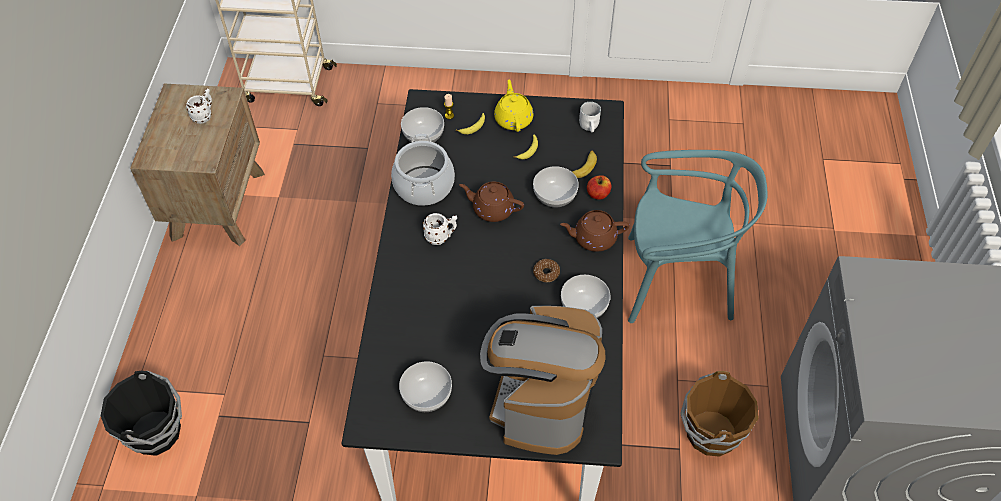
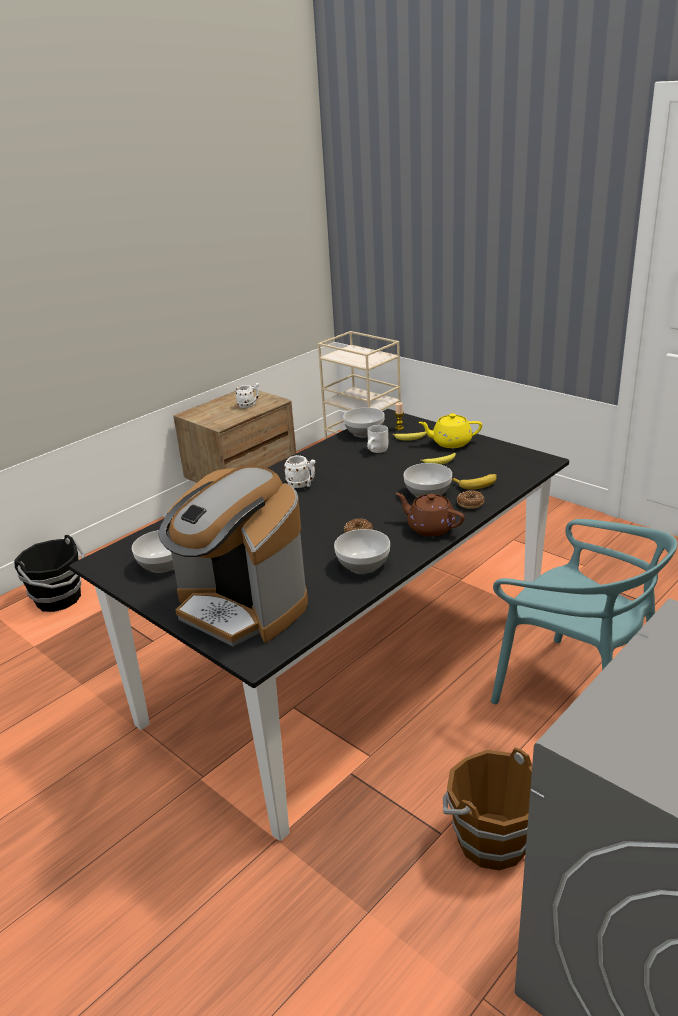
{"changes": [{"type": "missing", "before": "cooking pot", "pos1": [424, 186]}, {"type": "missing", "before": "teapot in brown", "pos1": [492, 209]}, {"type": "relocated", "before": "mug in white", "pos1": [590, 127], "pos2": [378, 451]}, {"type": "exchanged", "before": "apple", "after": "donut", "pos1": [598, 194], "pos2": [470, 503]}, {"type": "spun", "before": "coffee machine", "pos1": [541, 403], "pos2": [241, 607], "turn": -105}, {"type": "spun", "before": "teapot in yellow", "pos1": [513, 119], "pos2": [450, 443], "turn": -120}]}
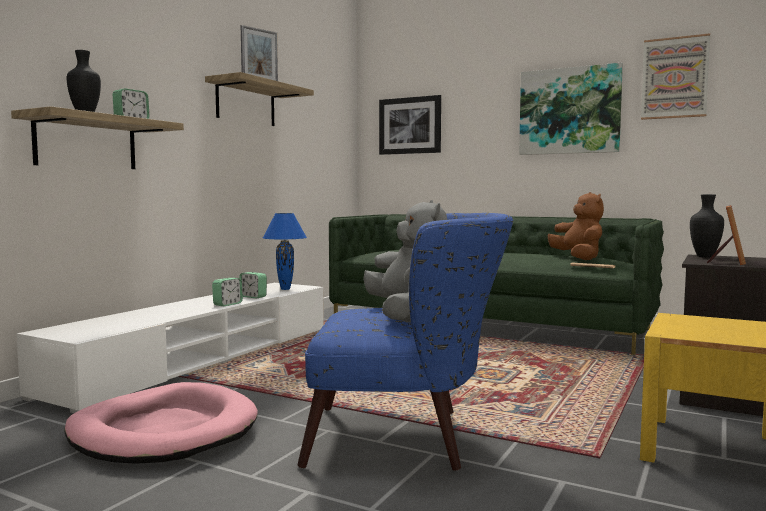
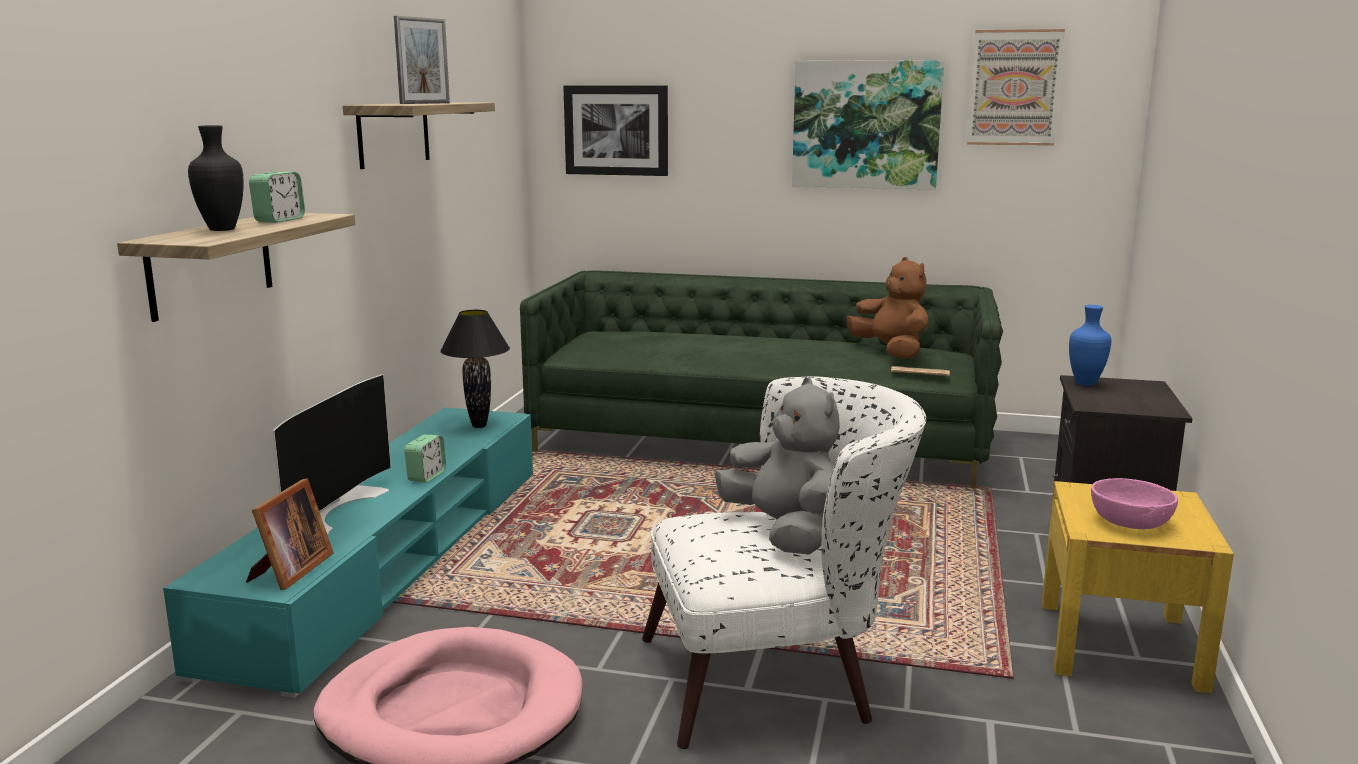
{"changes": [{"type": "missing", "before": "alarm clock", "pos1": [253, 297]}, {"type": "appeared", "after": "television", "pos2": [332, 509]}, {"type": "appeared", "after": "bowl in pink", "pos2": [1130, 521]}, {"type": "relocated", "before": "picture frame", "pos1": [728, 262], "pos2": [289, 571]}, {"type": "colour", "before": "tv stand in white", "after": "tv stand in turquoise", "pos1": [202, 358], "pos2": [392, 558]}, {"type": "colour", "before": "table lamp in blue", "after": "table lamp in black", "pos1": [285, 289], "pos2": [480, 426]}, {"type": "colour", "before": "armchair in blue", "after": "armchair in white", "pos1": [406, 438], "pos2": [778, 678]}, {"type": "colour", "before": "vase in black", "after": "vase in blue", "pos1": [703, 256], "pos2": [1084, 383]}]}
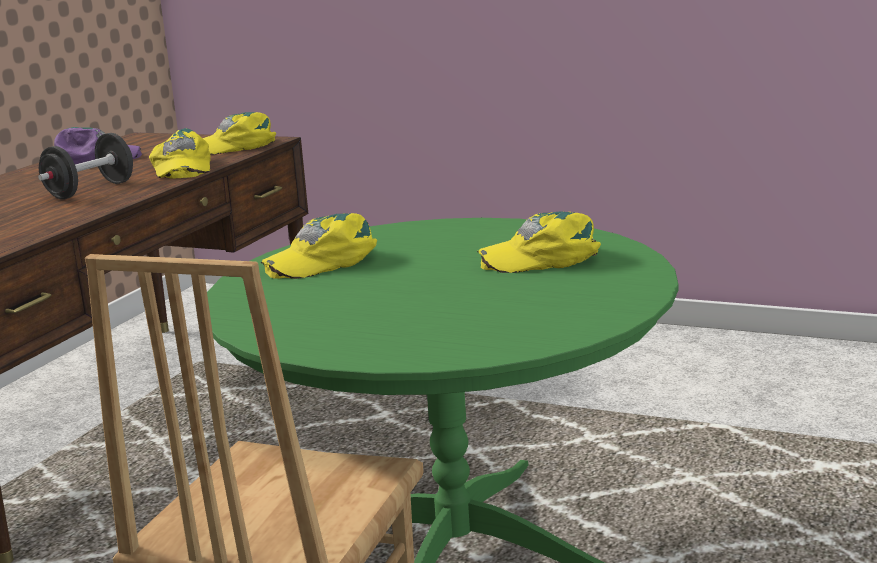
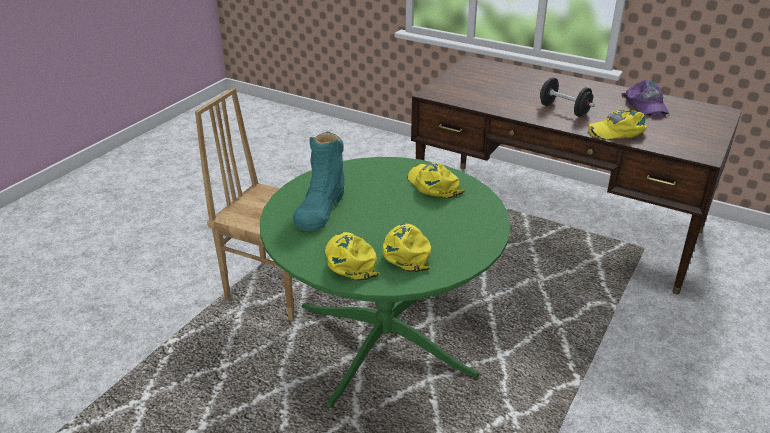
{"changes": [{"type": "appeared", "after": "boot in turquoise", "pos2": [321, 207]}, {"type": "relocated", "before": "cap in yellow", "pos1": [237, 146], "pos2": [350, 260]}]}
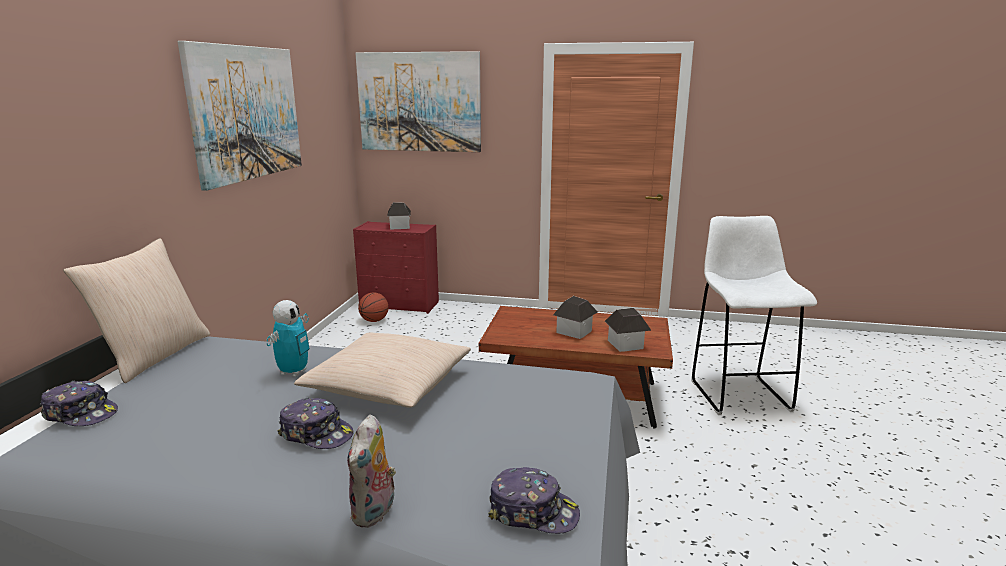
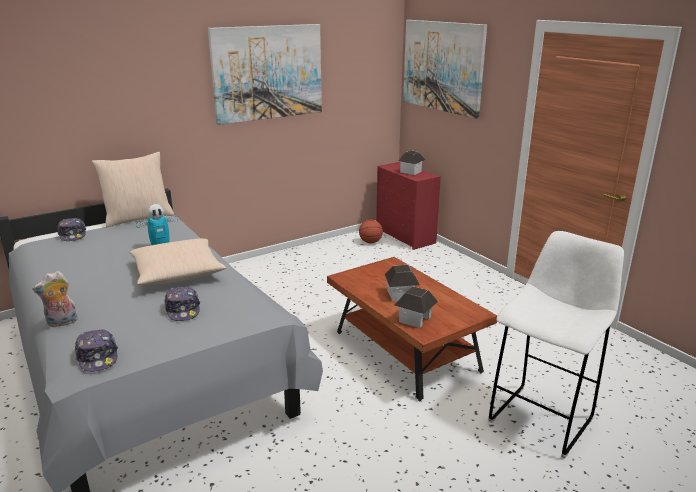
{"changes": [{"type": "relocated", "before": "cap", "pos1": [316, 434], "pos2": [183, 310]}]}
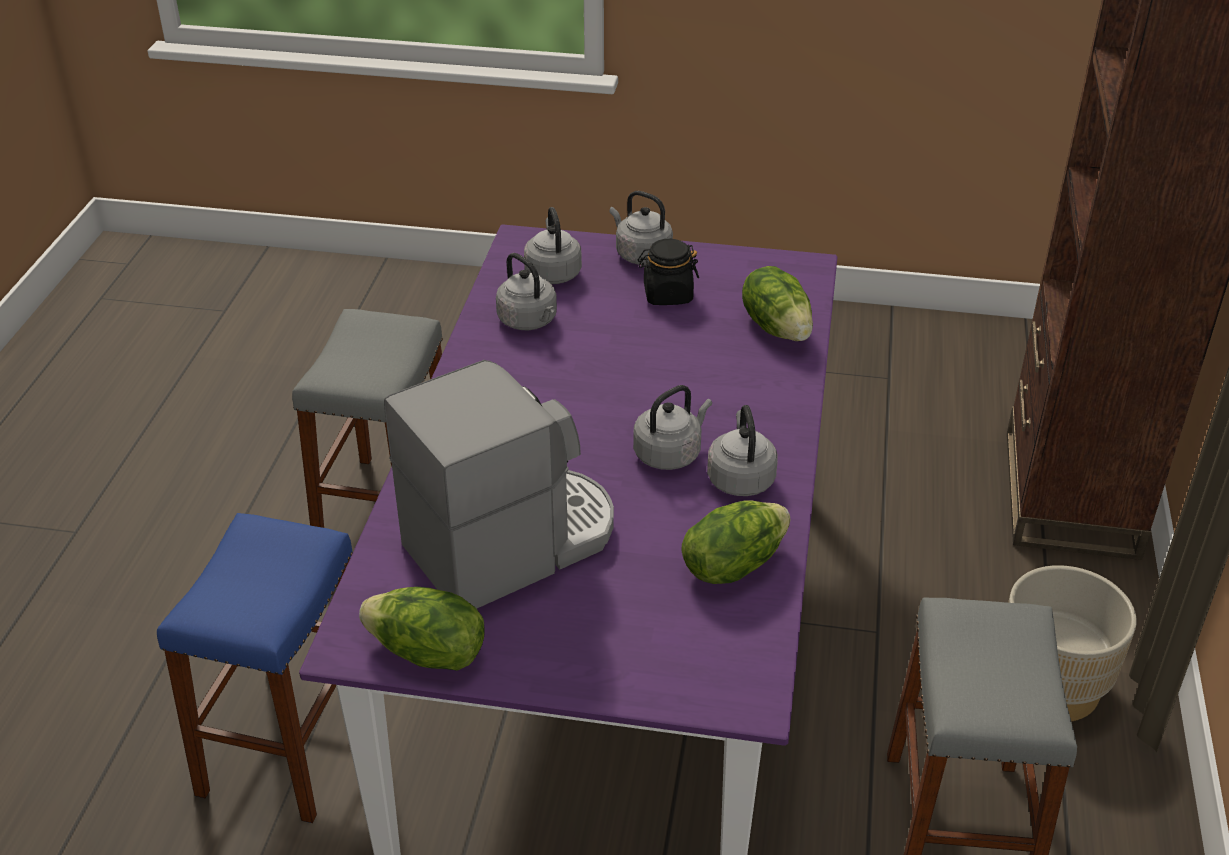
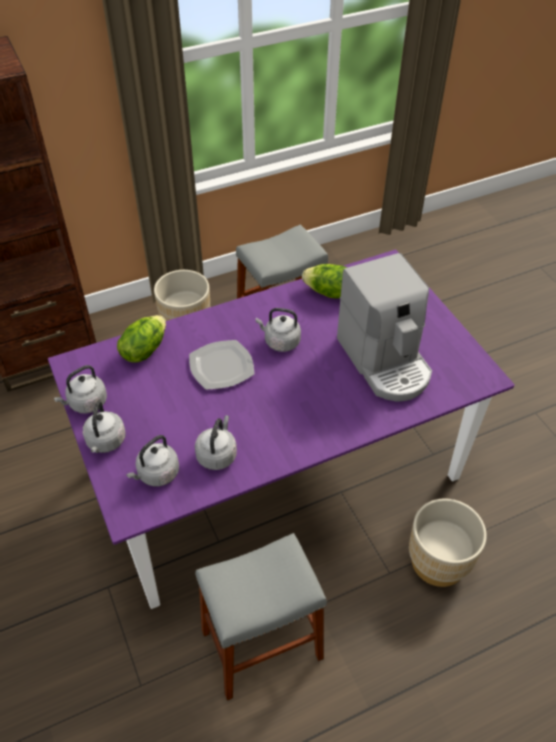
{"changes": [{"type": "missing", "before": "lettuce", "pos1": [427, 653]}, {"type": "missing", "before": "jar in black", "pos1": [667, 295]}, {"type": "appeared", "after": "plate", "pos2": [222, 366]}, {"type": "relocated", "before": "kettle in grey", "pos1": [740, 478], "pos2": [86, 403]}, {"type": "exchanged", "before": "stool in blue", "after": "planter in beige", "pos1": [290, 742], "pos2": [438, 561]}, {"type": "spun", "before": "coffee machine", "pos1": [513, 543], "pos2": [385, 361], "turn": -135}]}
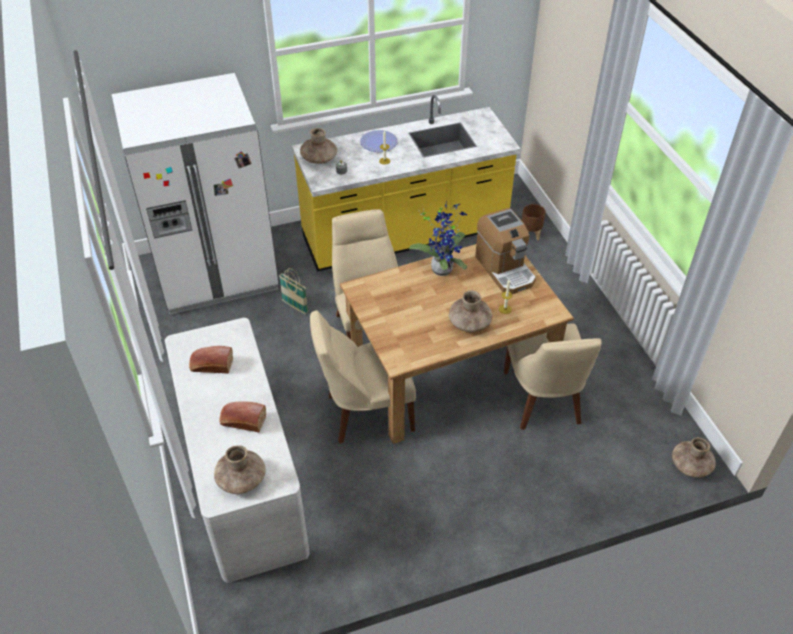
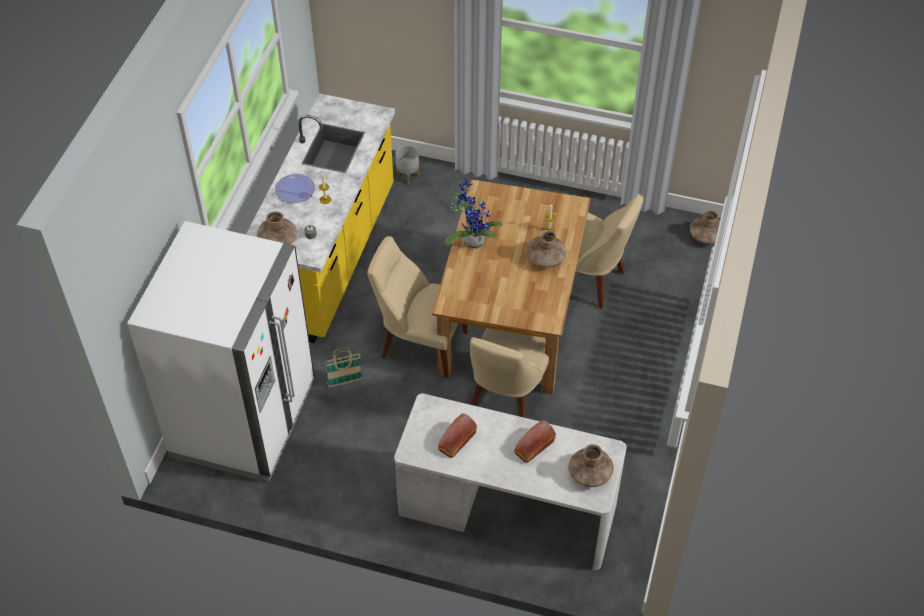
{"changes": [{"type": "missing", "before": "coffee machine", "pos1": [505, 269]}, {"type": "colour", "before": "planter in brown", "after": "planter in grey", "pos1": [531, 234], "pos2": [408, 175]}]}
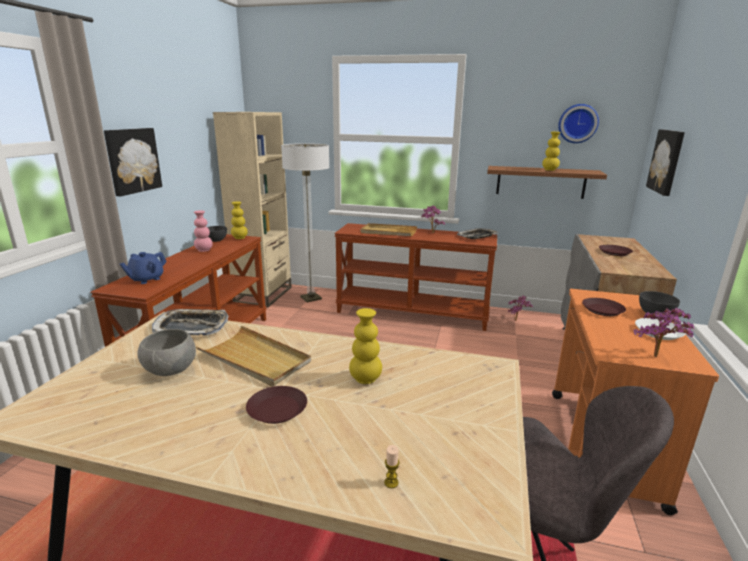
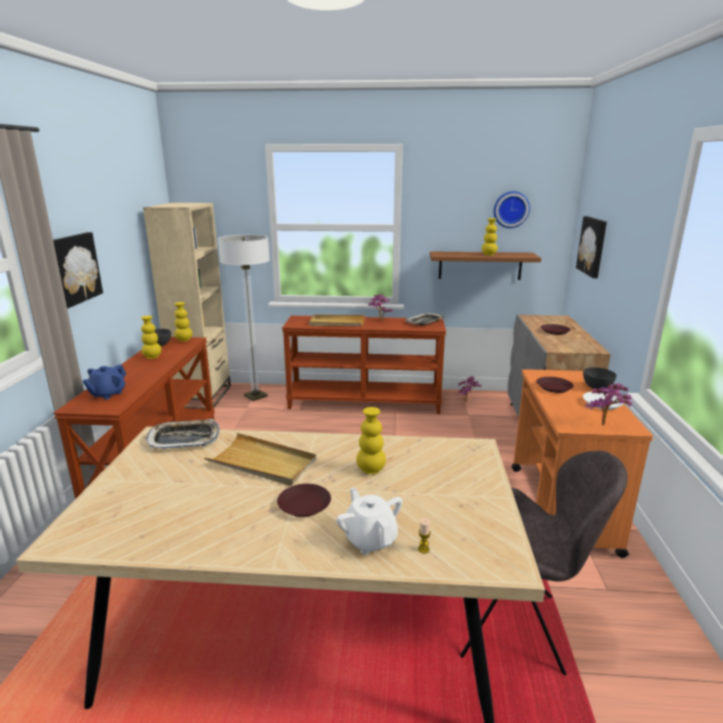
{"changes": [{"type": "missing", "before": "bowl in grey", "pos1": [171, 371]}, {"type": "appeared", "after": "teapot in white", "pos2": [370, 539]}, {"type": "colour", "before": "vase in pink", "after": "vase in yellow", "pos1": [204, 250], "pos2": [152, 357]}]}
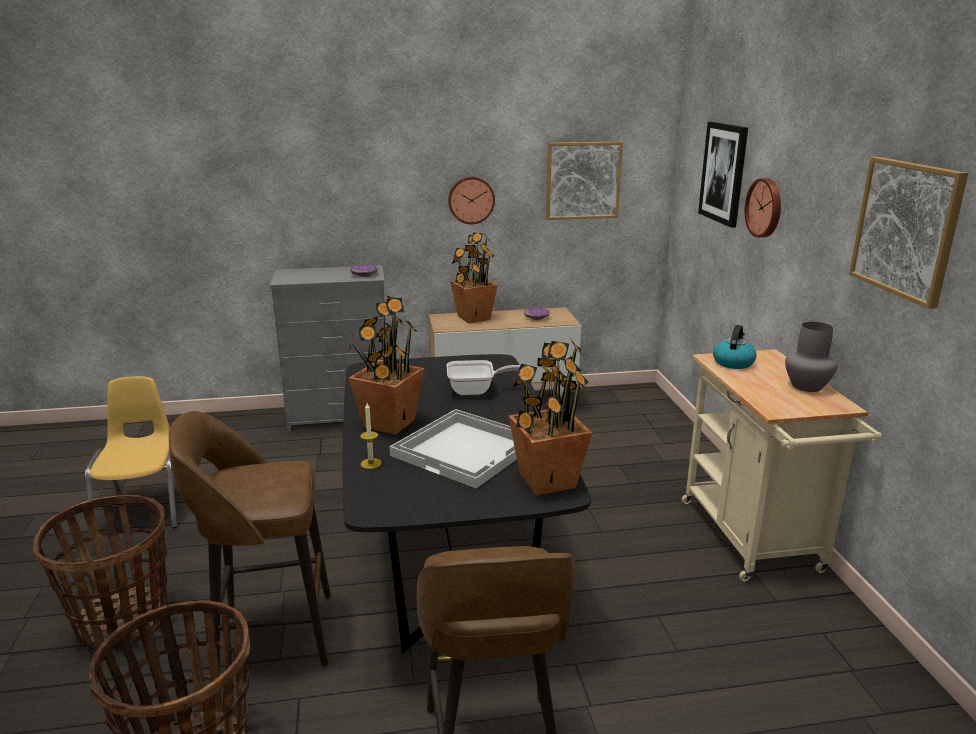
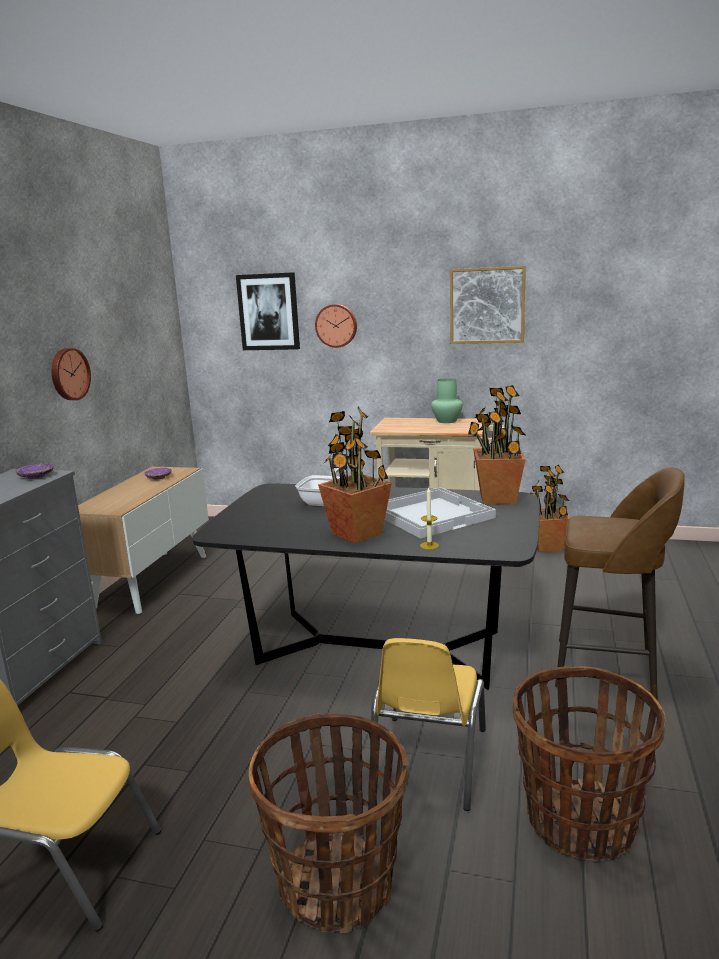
{"changes": [{"type": "missing", "before": "picture", "pos1": [583, 180]}, {"type": "missing", "before": "kettle", "pos1": [733, 362]}, {"type": "relocated", "before": "potted plant", "pos1": [473, 317], "pos2": [546, 547]}, {"type": "exchanged", "before": "stool in brown", "after": "chair in yellow", "pos1": [270, 635], "pos2": [428, 761]}, {"type": "colour", "before": "vase in grey", "after": "vase in green", "pos1": [806, 386], "pos2": [446, 421]}]}
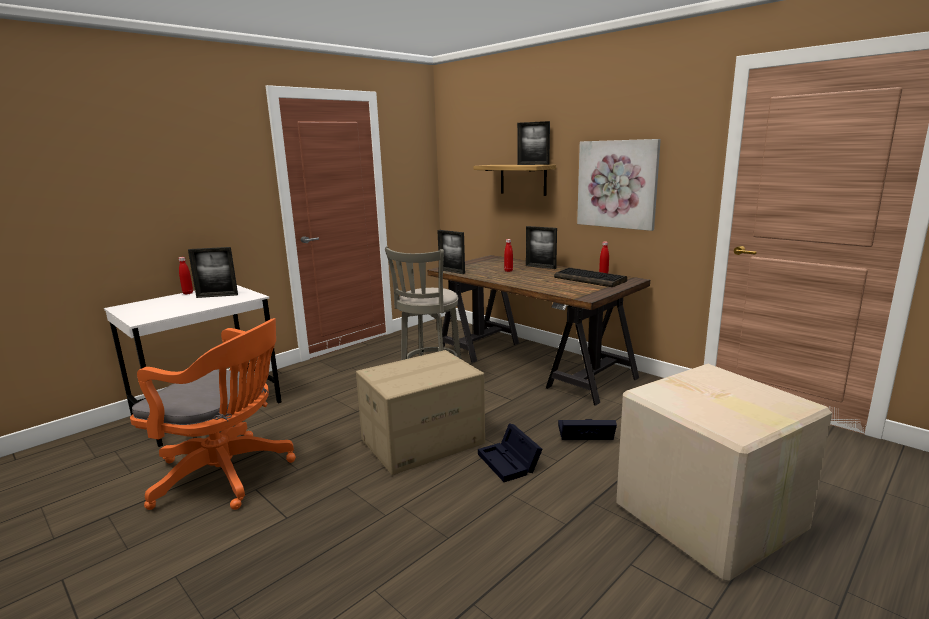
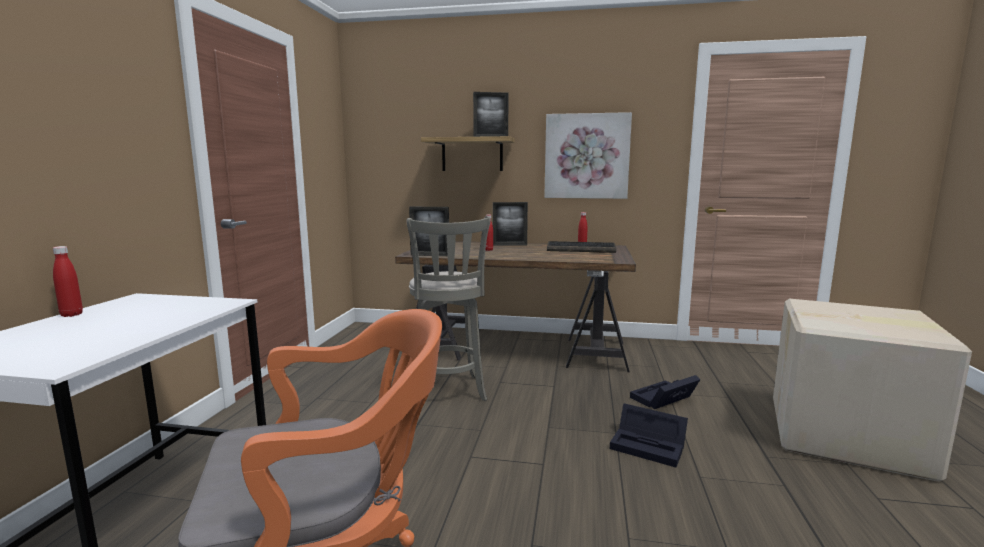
{"changes": [{"type": "missing", "before": "picture frame", "pos1": [217, 296]}, {"type": "missing", "before": "cardboard box", "pos1": [422, 441]}]}
